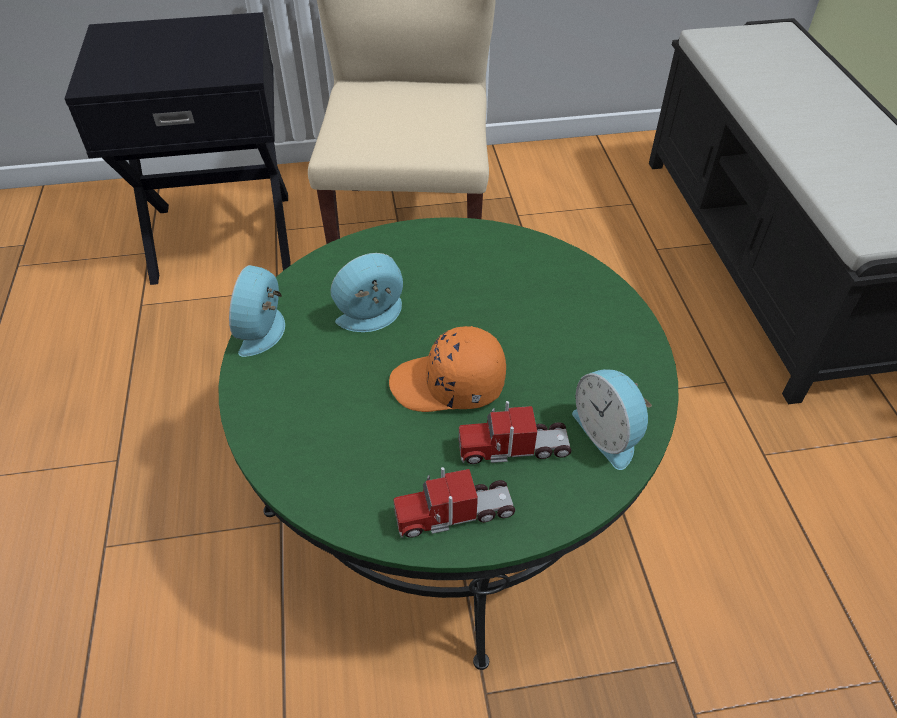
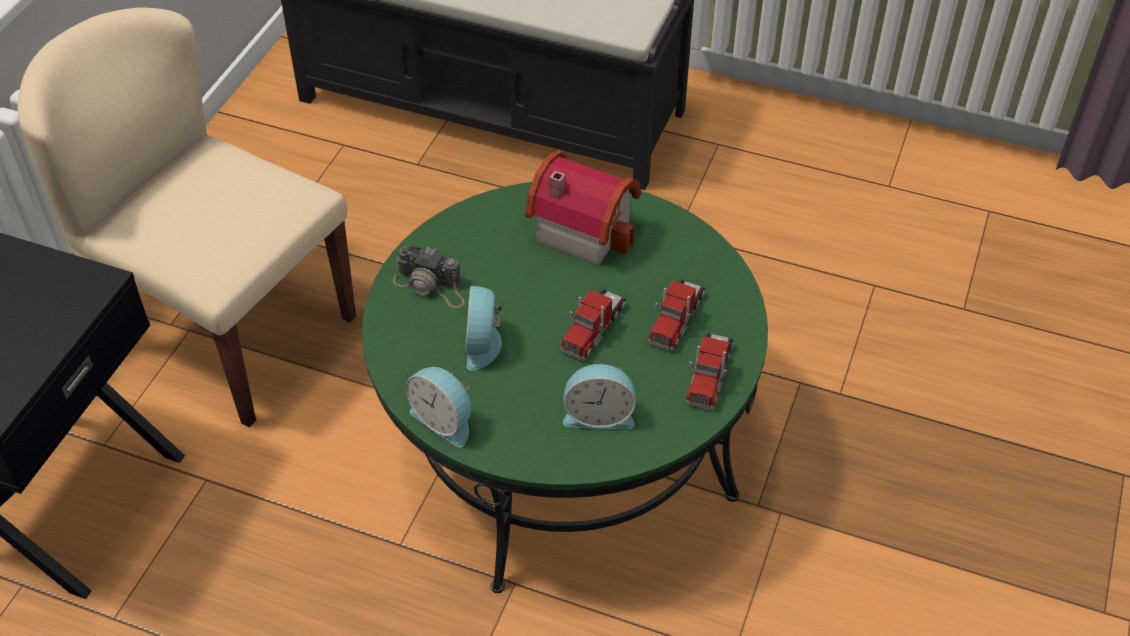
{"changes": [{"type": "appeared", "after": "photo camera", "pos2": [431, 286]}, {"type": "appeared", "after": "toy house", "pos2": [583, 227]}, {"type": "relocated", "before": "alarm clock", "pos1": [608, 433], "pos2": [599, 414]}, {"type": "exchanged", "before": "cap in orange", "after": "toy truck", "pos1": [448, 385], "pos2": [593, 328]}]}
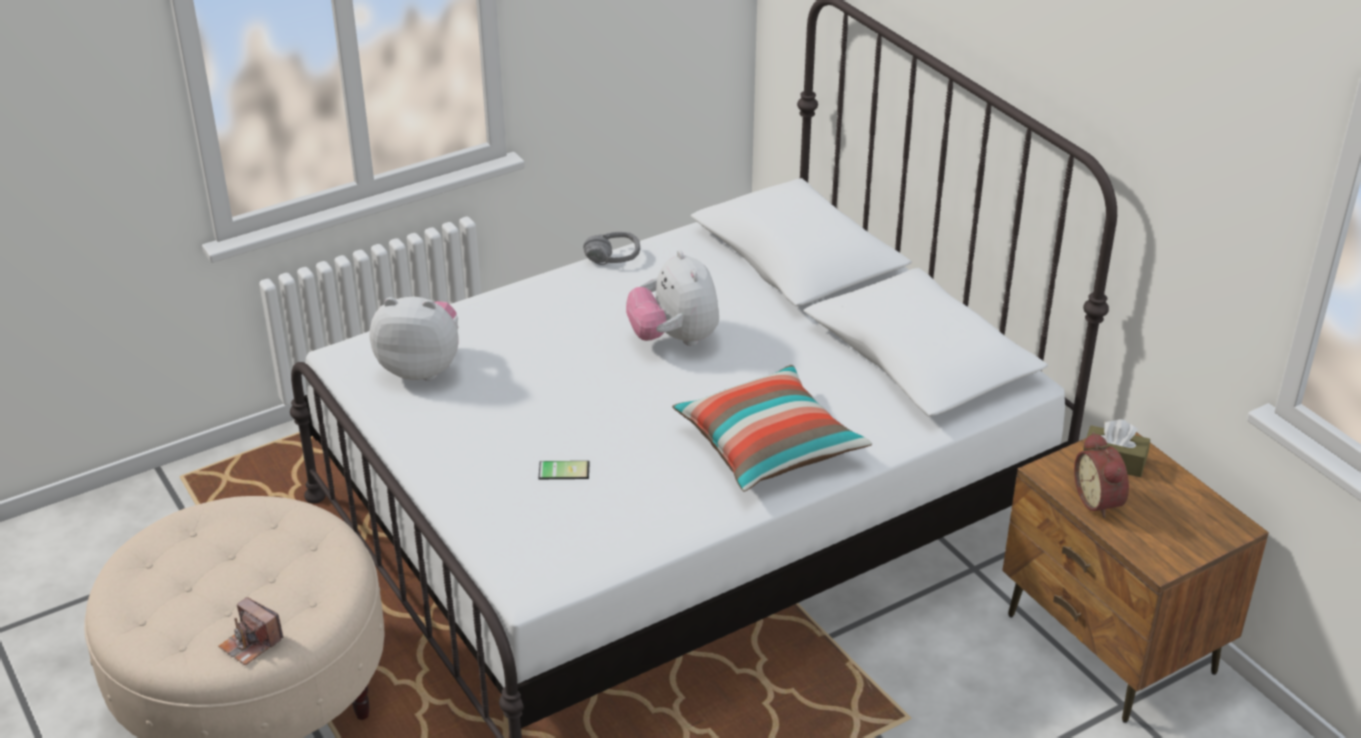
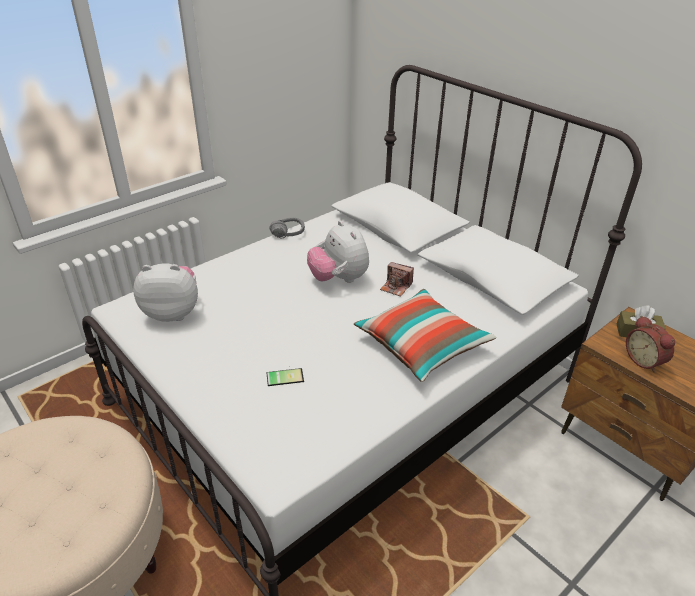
{"changes": [{"type": "relocated", "before": "photo camera", "pos1": [251, 643], "pos2": [396, 287]}]}
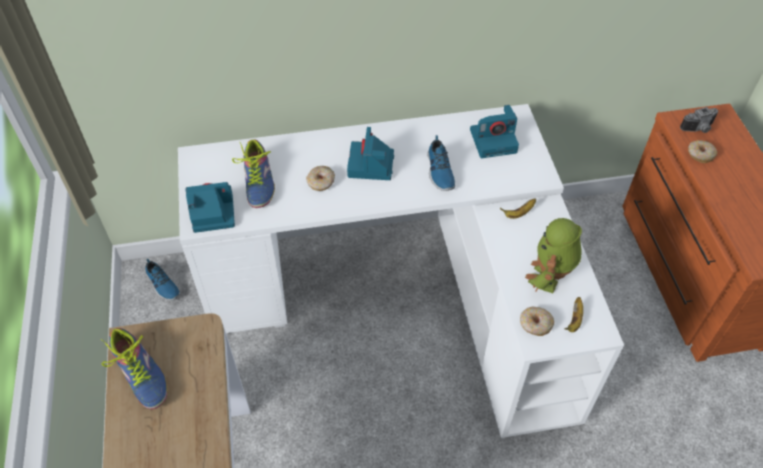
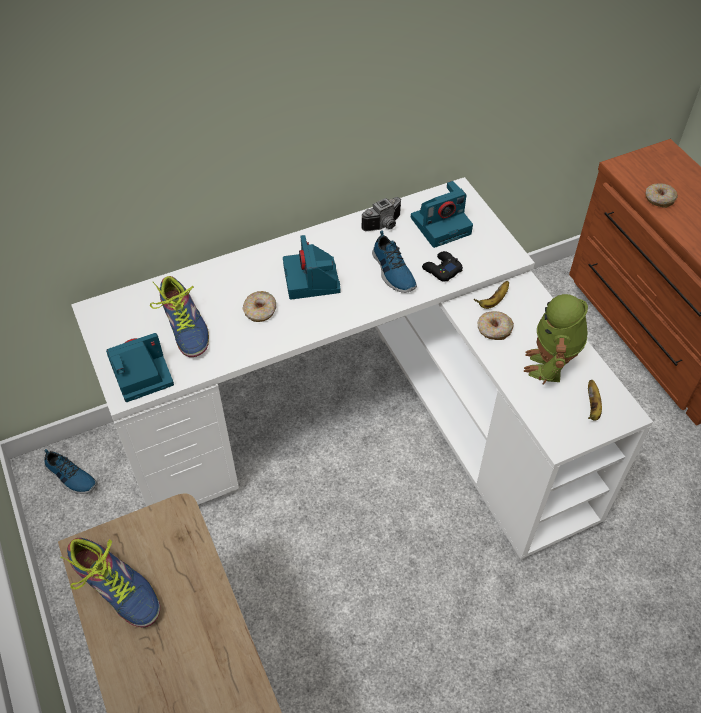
{"changes": [{"type": "appeared", "after": "game controller in black", "pos2": [441, 269]}, {"type": "relocated", "before": "donut", "pos1": [535, 324], "pos2": [494, 330]}, {"type": "relocated", "before": "photo camera", "pos1": [699, 129], "pos2": [385, 225]}]}
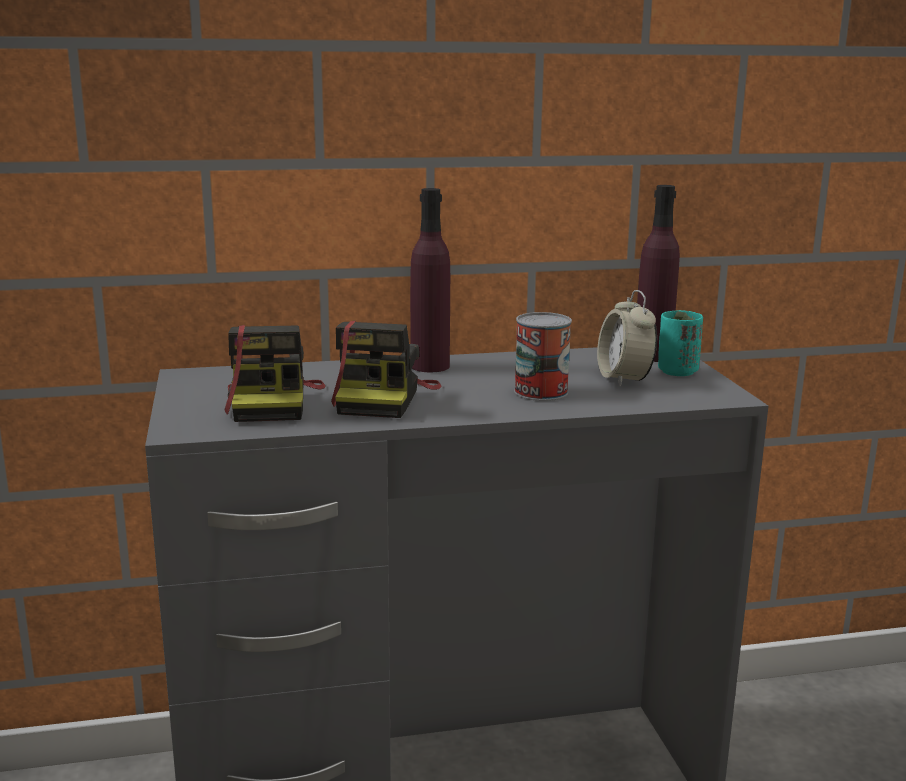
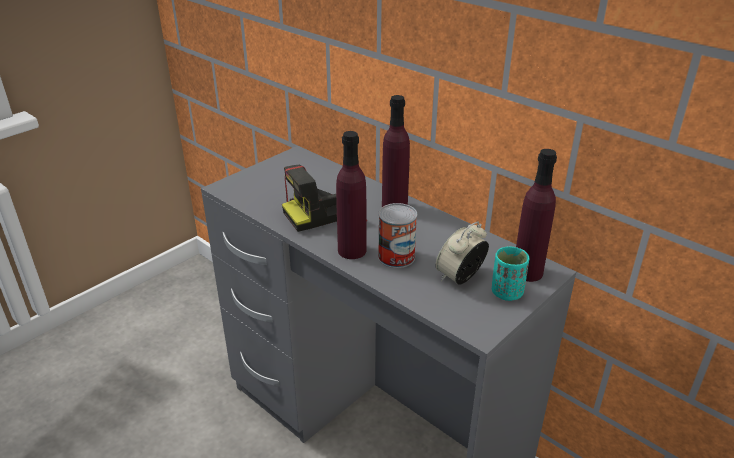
{"changes": [{"type": "missing", "before": "photo camera", "pos1": [273, 402]}, {"type": "appeared", "after": "bottle in purple", "pos2": [352, 250]}]}
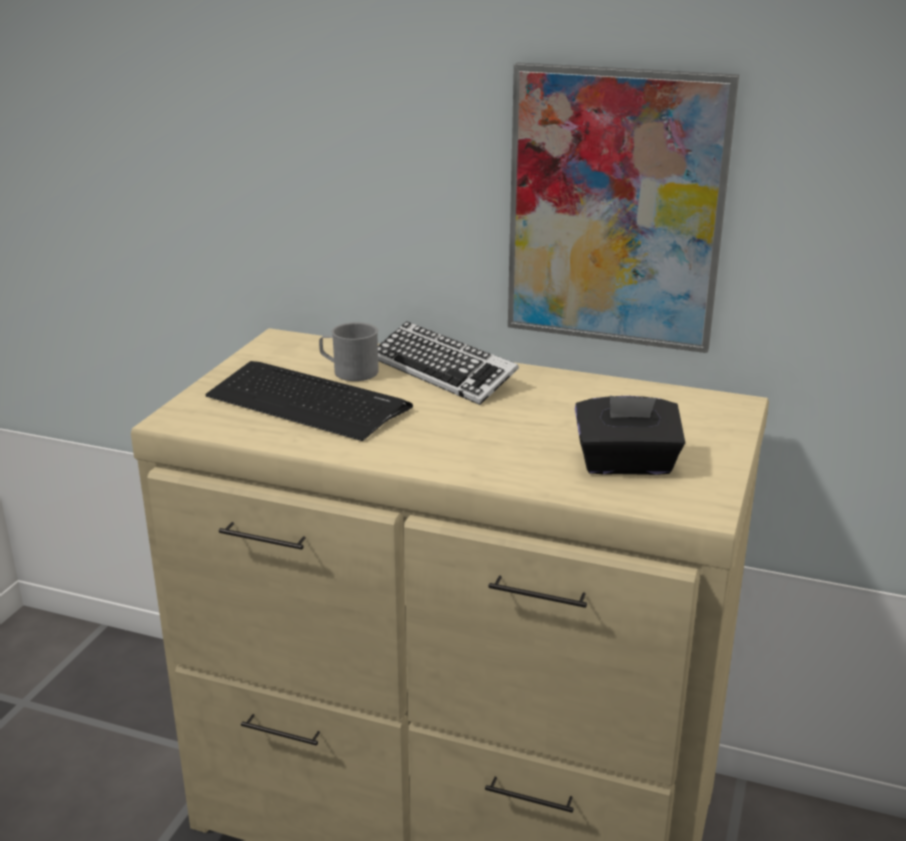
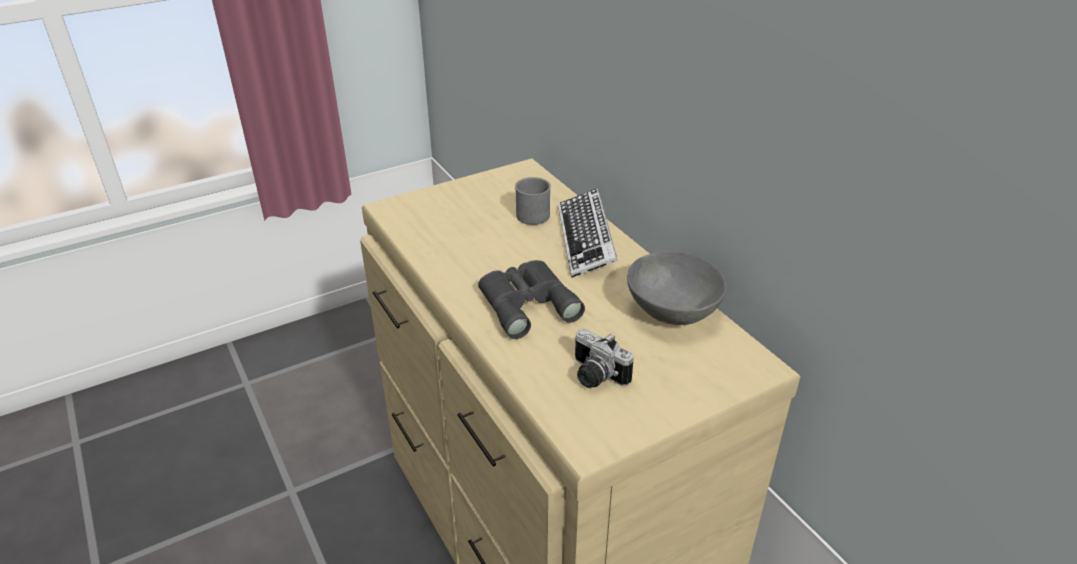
{"changes": [{"type": "missing", "before": "keyboard", "pos1": [307, 402]}, {"type": "missing", "before": "picture", "pos1": [615, 209]}, {"type": "appeared", "after": "binoculars in grey", "pos2": [526, 302]}, {"type": "appeared", "after": "bowl in grey", "pos2": [672, 311]}, {"type": "exchanged", "before": "tissue box in black", "after": "photo camera", "pos1": [626, 464], "pos2": [594, 376]}]}
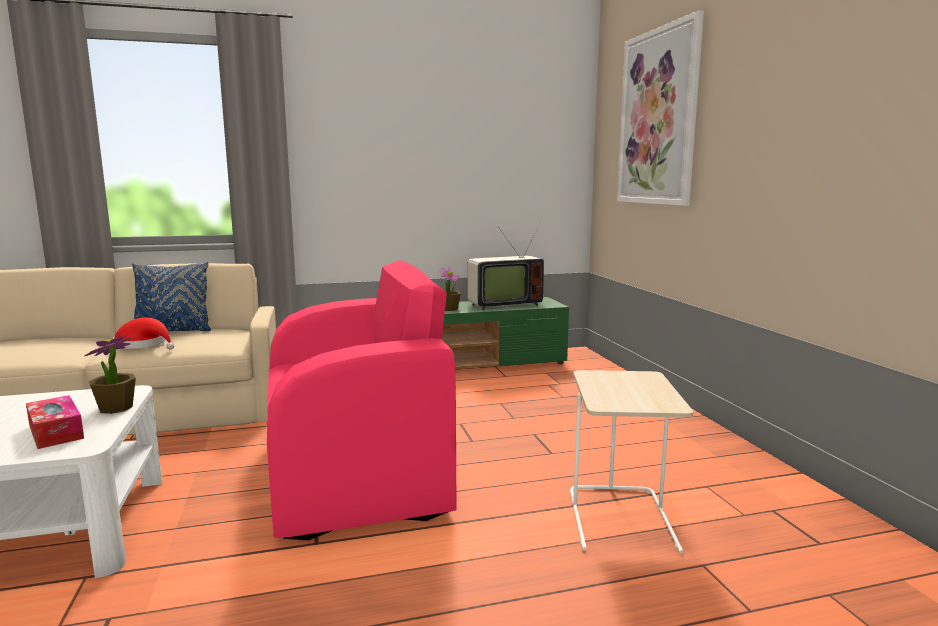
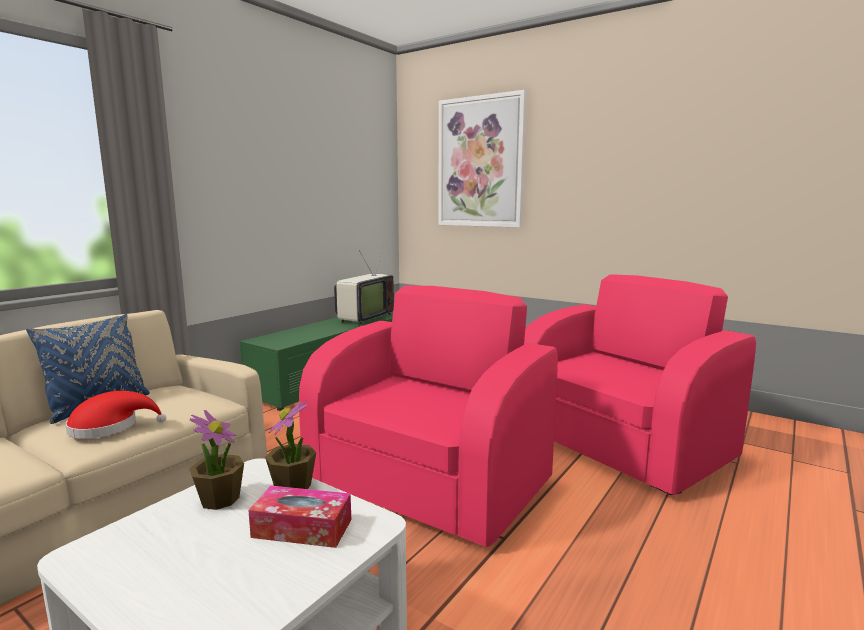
{"changes": [{"type": "relocated", "before": "potted plant", "pos1": [449, 309], "pos2": [219, 499]}, {"type": "exchanged", "before": "side table in beige", "after": "armchair in pink", "pos1": [622, 519], "pos2": [620, 443]}]}
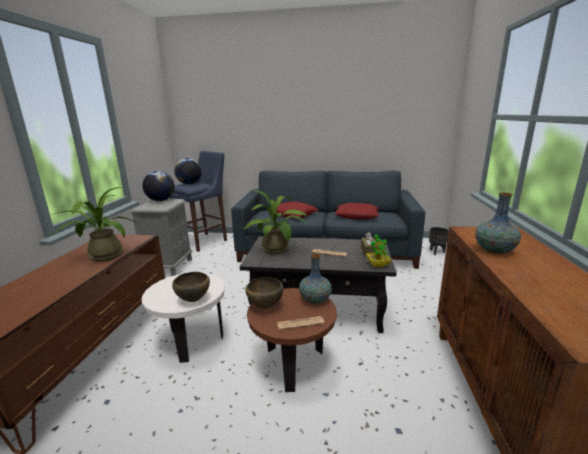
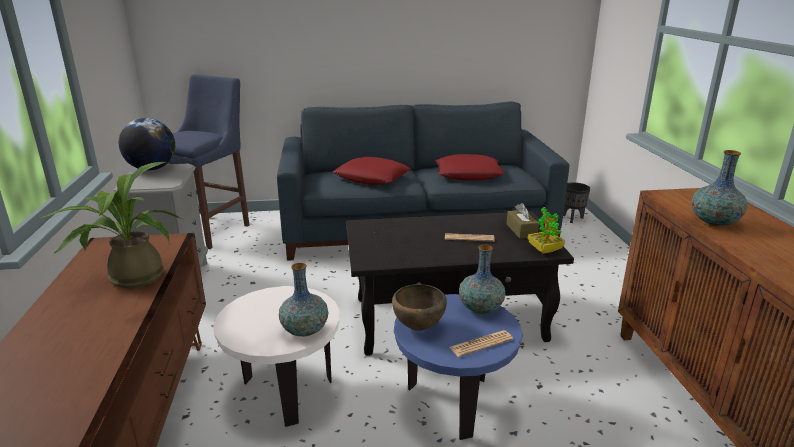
{"changes": [{"type": "missing", "before": "globe", "pos1": [189, 184]}, {"type": "missing", "before": "potted plant", "pos1": [277, 250]}, {"type": "exchanged", "before": "bowl in brown", "after": "vase", "pos1": [194, 300], "pos2": [305, 330]}, {"type": "colour", "before": "side table in brown", "after": "side table in blue", "pos1": [293, 365], "pos2": [453, 403]}]}
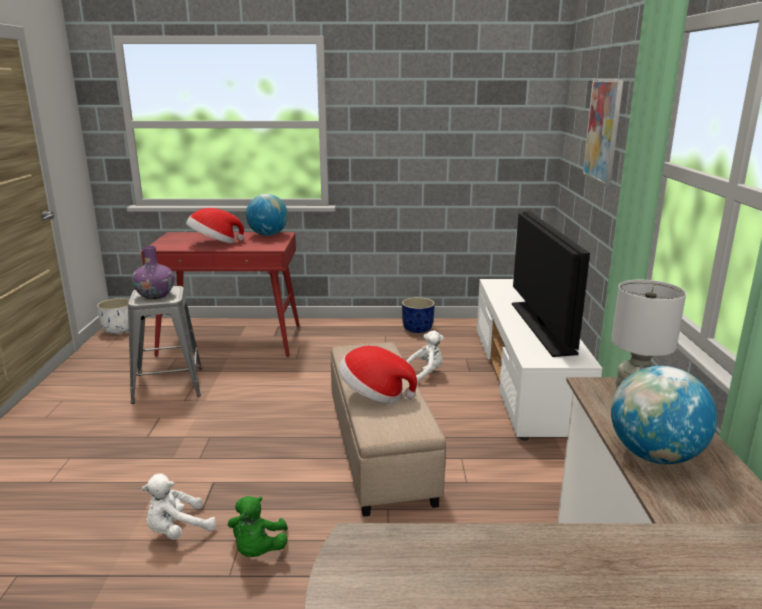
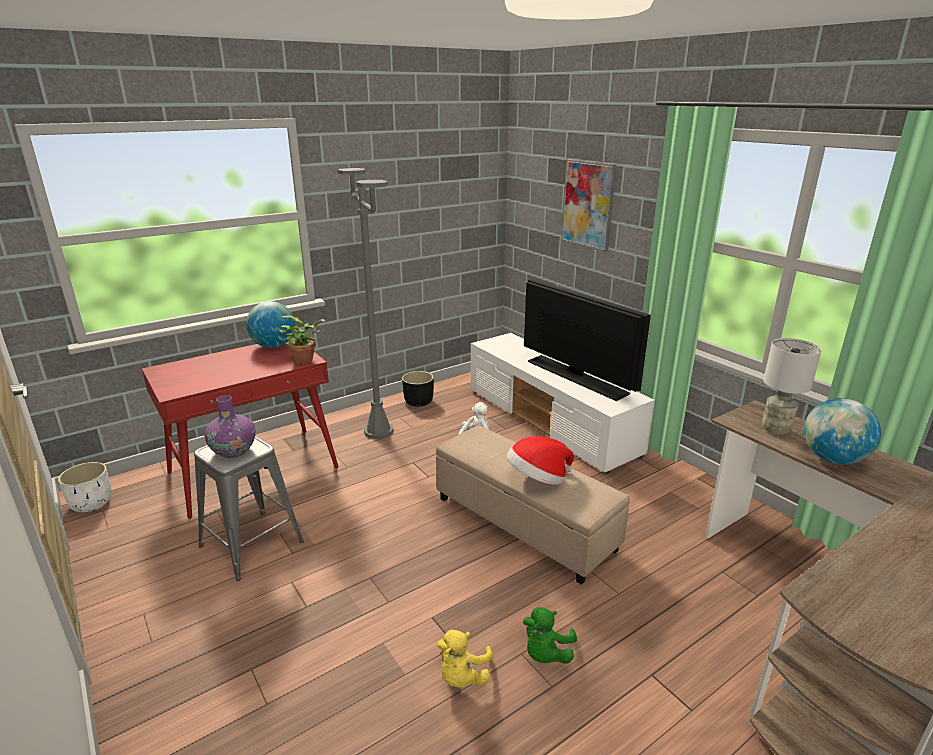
{"changes": [{"type": "missing", "before": "hat", "pos1": [214, 243]}, {"type": "appeared", "after": "potted plant", "pos2": [306, 360]}, {"type": "appeared", "after": "floor lamp in grey", "pos2": [378, 431]}, {"type": "colour", "before": "plush toy in white", "after": "plush toy in yellow", "pos1": [178, 531], "pos2": [462, 676]}, {"type": "colour", "before": "planter in blue", "after": "planter in black", "pos1": [417, 329], "pos2": [418, 402]}, {"type": "spun", "before": "plush toy in green", "pos1": [258, 550], "pos2": [546, 653], "turn": 60}]}
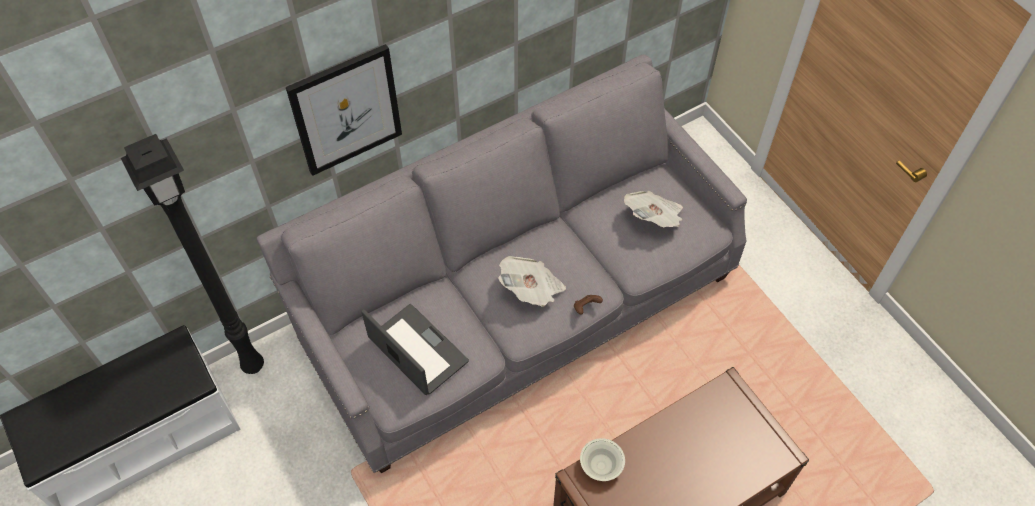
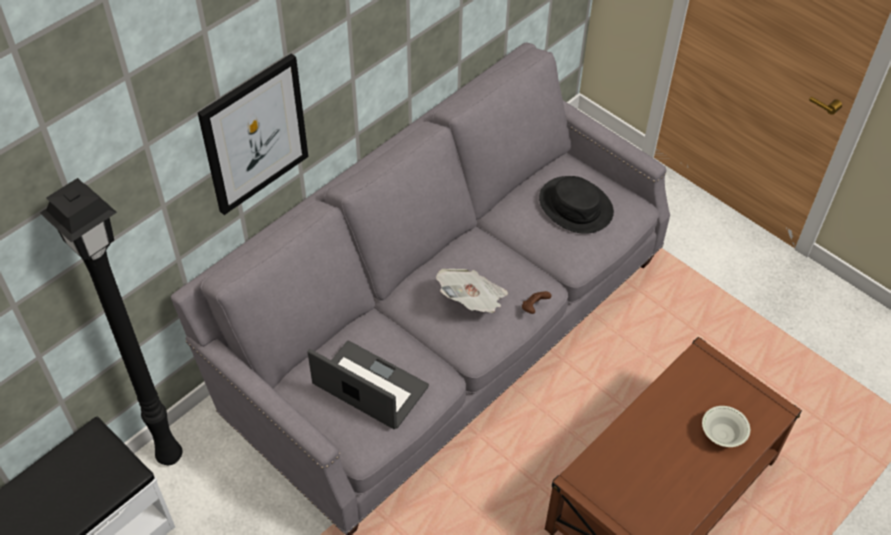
{"changes": [{"type": "relocated", "before": "bowl in white", "pos1": [601, 466], "pos2": [722, 435]}, {"type": "exchanged", "before": "newspaper", "after": "hat in black", "pos1": [654, 218], "pos2": [576, 206]}]}
